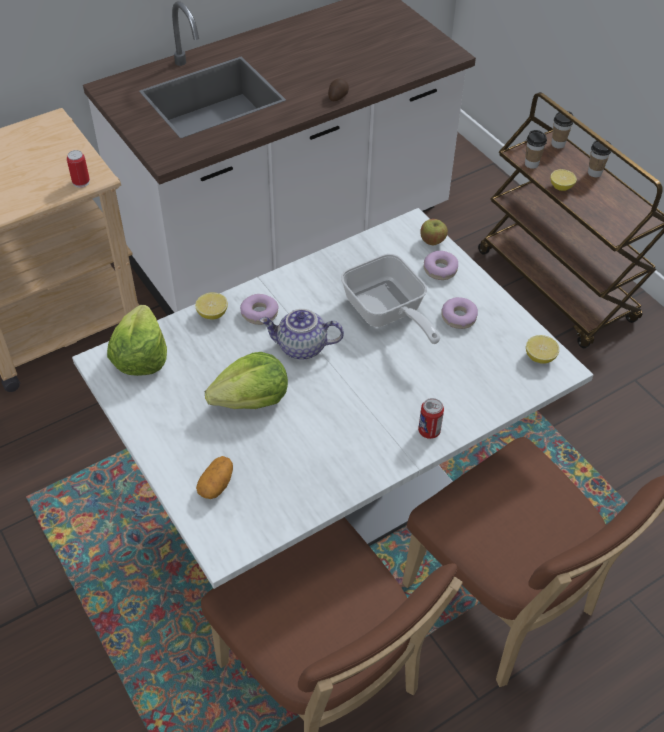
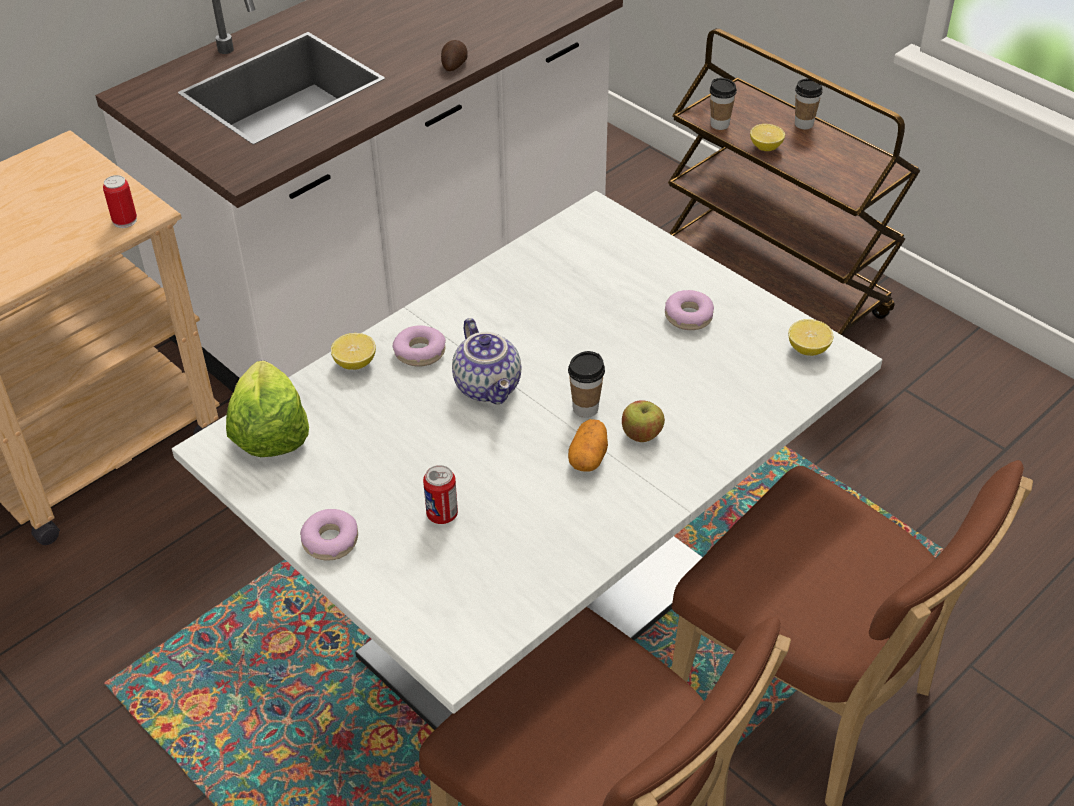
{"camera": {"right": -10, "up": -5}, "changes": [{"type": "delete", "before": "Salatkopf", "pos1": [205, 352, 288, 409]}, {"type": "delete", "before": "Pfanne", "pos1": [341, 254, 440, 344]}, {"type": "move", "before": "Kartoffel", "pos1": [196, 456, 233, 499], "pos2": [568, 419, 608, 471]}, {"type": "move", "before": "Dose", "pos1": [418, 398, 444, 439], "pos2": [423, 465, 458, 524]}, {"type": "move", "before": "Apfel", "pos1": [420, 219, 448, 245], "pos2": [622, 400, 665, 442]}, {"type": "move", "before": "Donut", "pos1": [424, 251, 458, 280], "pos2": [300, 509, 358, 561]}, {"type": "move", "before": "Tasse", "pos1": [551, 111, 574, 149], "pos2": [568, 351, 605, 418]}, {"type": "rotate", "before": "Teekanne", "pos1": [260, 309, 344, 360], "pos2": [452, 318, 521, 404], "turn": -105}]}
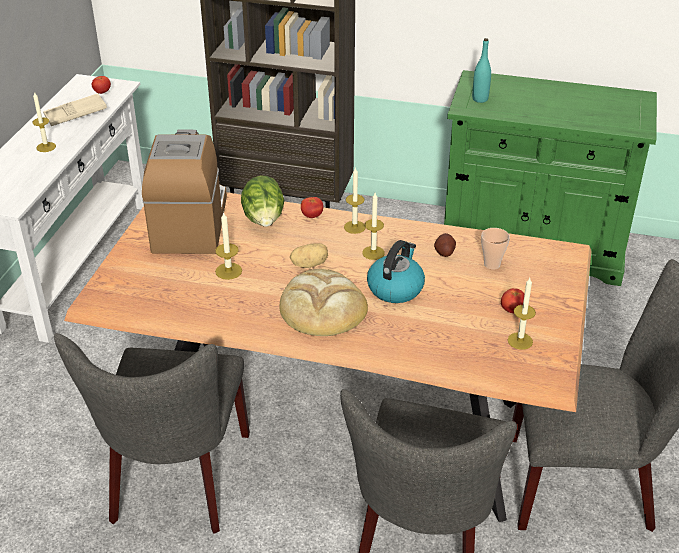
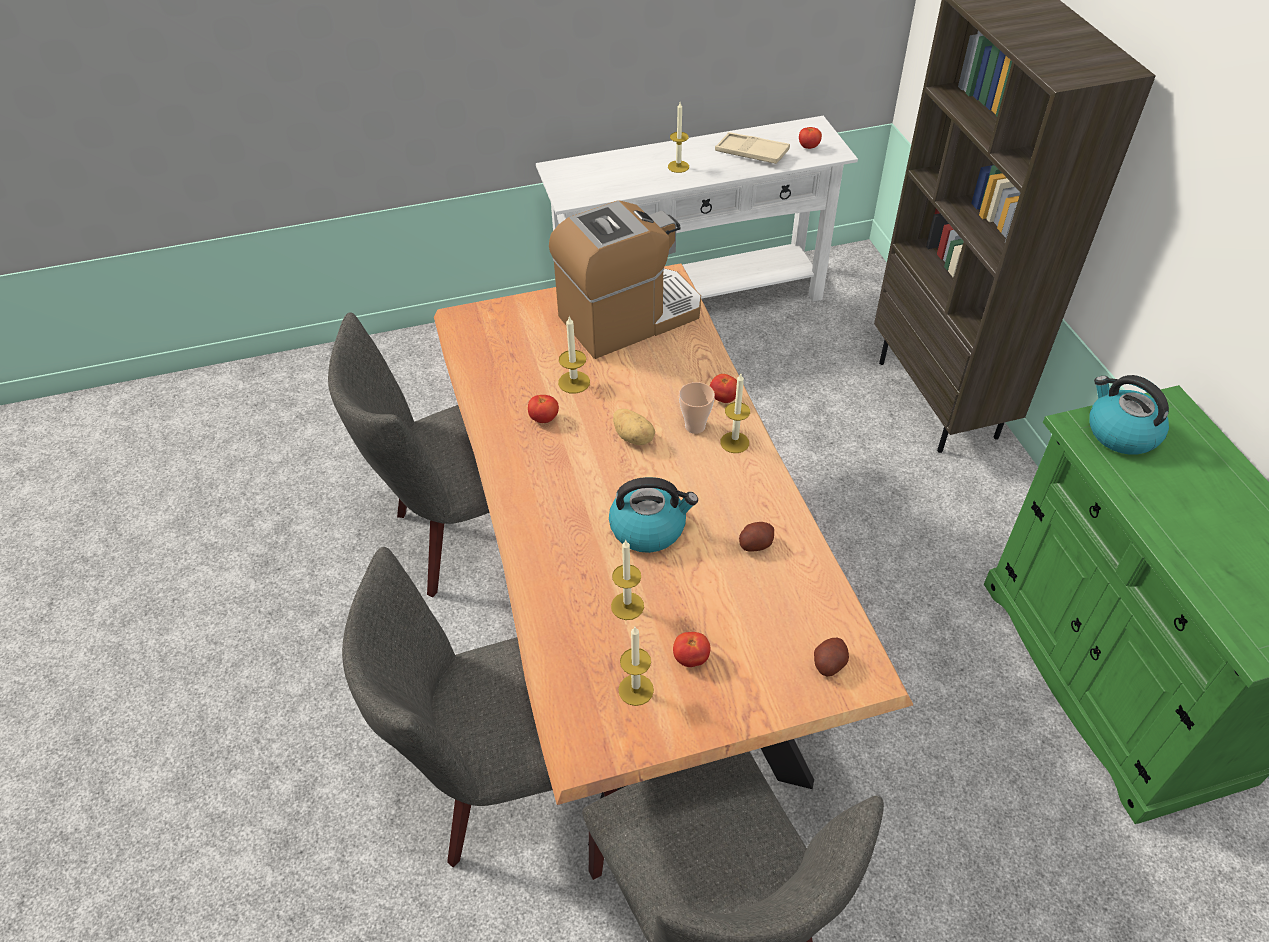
{"camera": {"right": 60, "up": 10}, "changes": [{"type": "delete", "before": "Salatkopf", "pos1": [241, 176, 284, 227]}, {"type": "delete", "before": "Brot", "pos1": [279, 269, 368, 336]}, {"type": "insert", "after": "Tomate", "pos2": [528, 395, 559, 423]}, {"type": "insert", "after": "Kartoffel", "pos2": [814, 638, 849, 676]}, {"type": "move", "before": "Kerze", "pos1": [362, 193, 385, 260], "pos2": [611, 540, 644, 620]}, {"type": "move", "before": "Tasse", "pos1": [481, 228, 510, 270], "pos2": [679, 382, 715, 434]}, {"type": "replace", "before": "Flasche (türkis)", "after": "Wasserkessel", "pos1": [472, 38, 491, 103], "pos2": [1090, 375, 1169, 455]}]}
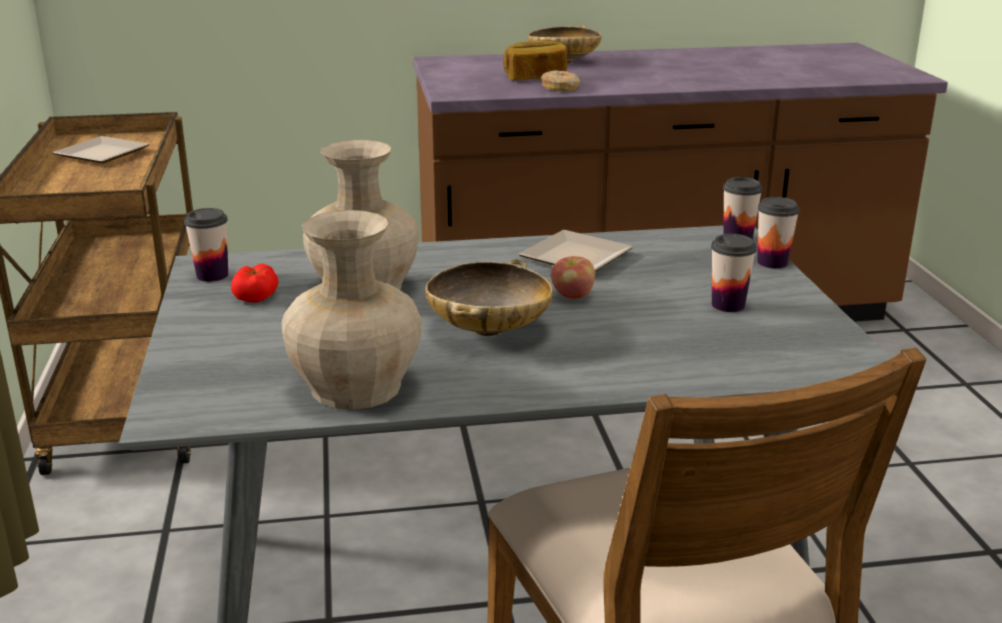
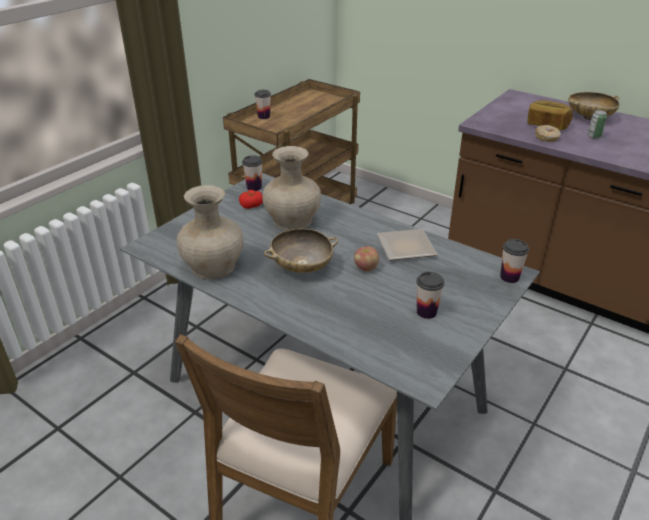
{"camera": {"right": 45, "up": 10}, "changes": [{"type": "delete", "before": "Teller", "pos1": [52, 136, 150, 163]}, {"type": "insert", "after": "Dose", "pos2": [588, 110, 607, 139]}, {"type": "move", "before": "Tasse", "pos1": [757, 197, 800, 268], "pos2": [255, 90, 271, 119]}]}
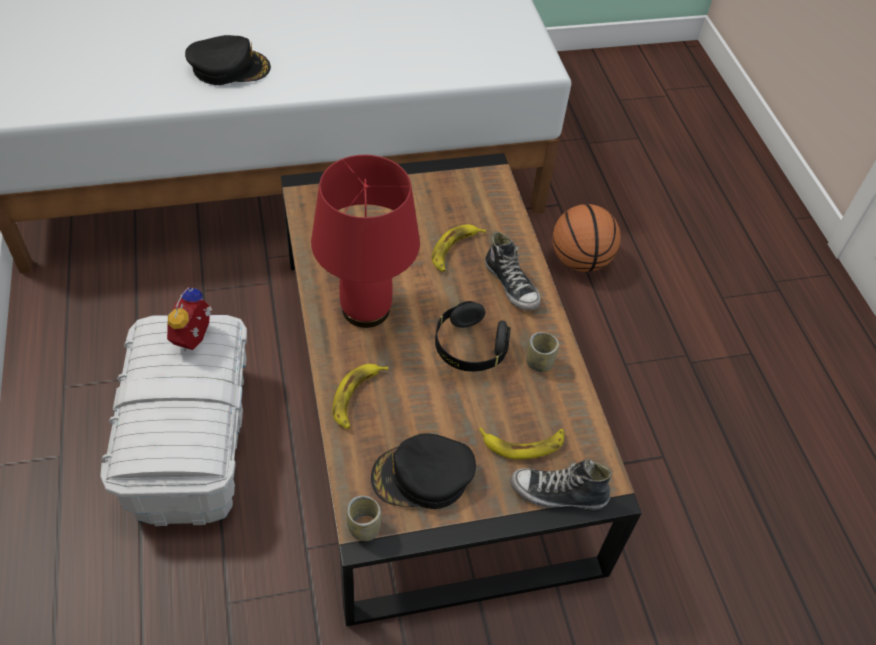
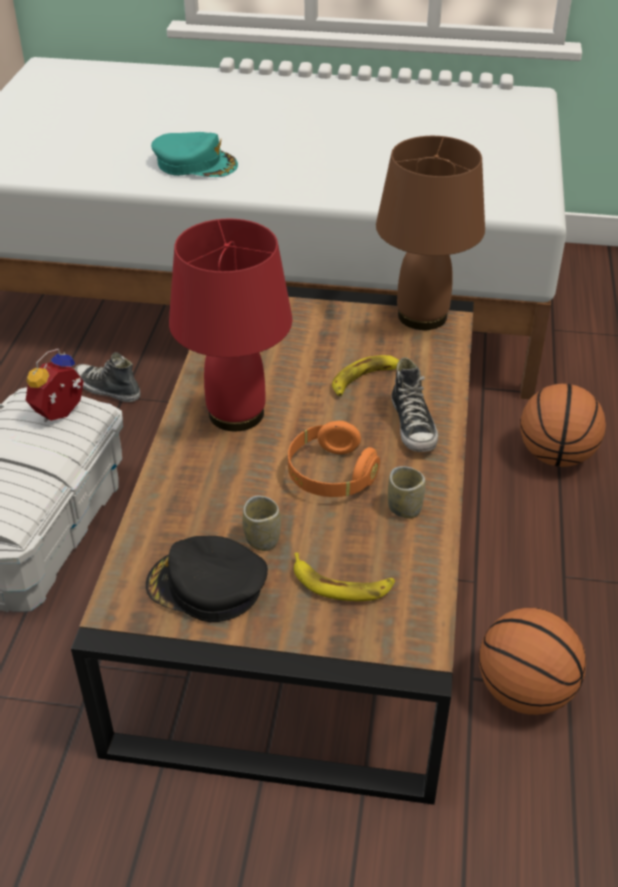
{"camera": {"right": 25, "up": -10}, "changes": [{"type": "delete", "before": "Banane", "pos1": [332, 364, 388, 429]}, {"type": "insert", "after": "Tischlampe (braun)", "pos2": [376, 136, 485, 330]}, {"type": "insert", "after": "Basketball", "pos2": [479, 607, 586, 715]}, {"type": "move", "before": "Tasse", "pos1": [347, 496, 382, 541], "pos2": [243, 495, 281, 551]}, {"type": "move", "before": "Schuh", "pos1": [510, 460, 612, 510], "pos2": [75, 352, 141, 402]}, {"type": "recolor", "before": "Kappe (schwarz)", "after": "Kappe (türkis)", "pos1": [185, 35, 271, 85], "pos2": [151, 132, 238, 177]}, {"type": "recolor", "before": "Kopfhörer (schwarz)", "after": "Kopfhörer (orange)", "pos1": [435, 301, 510, 372], "pos2": [288, 421, 380, 497]}]}
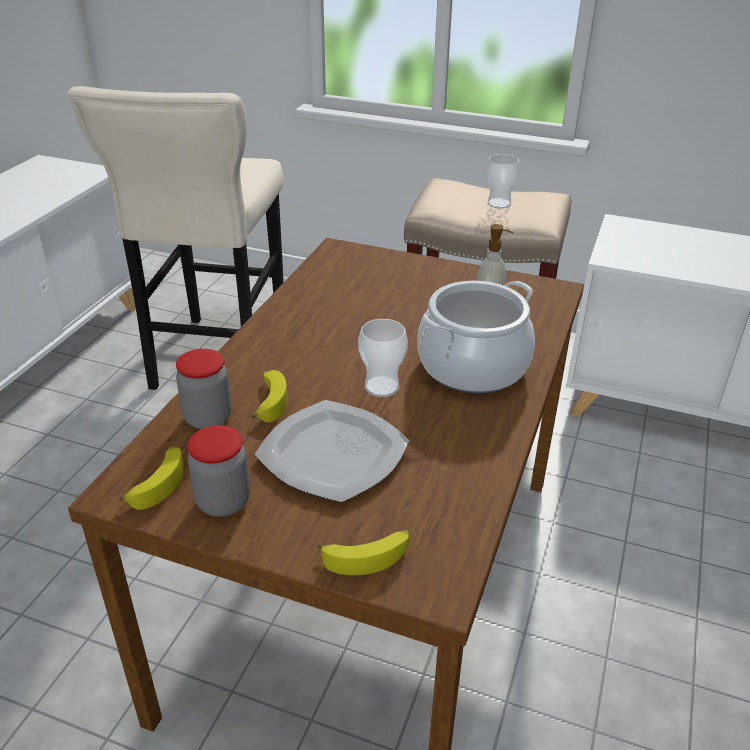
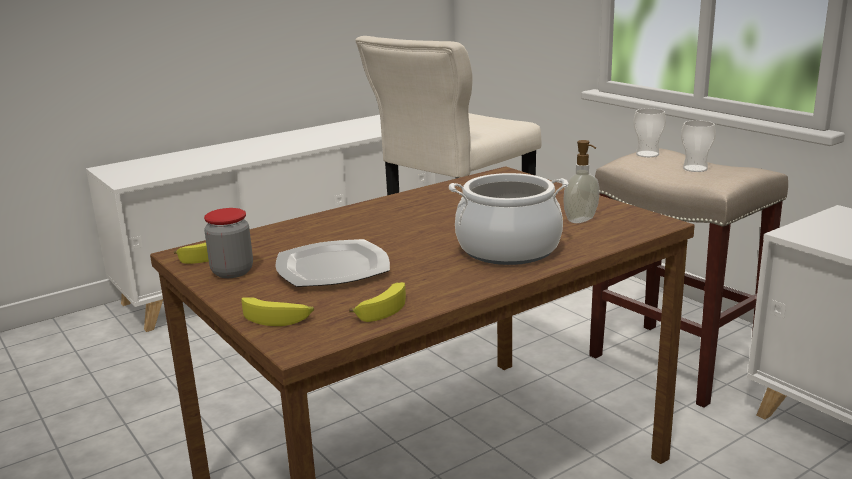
{"camera": {"right": 35, "up": -15}, "changes": [{"type": "delete", "before": "Vorratsglas", "pos1": [176, 349, 232, 429]}, {"type": "move", "before": "Banane", "pos1": [251, 370, 287, 423], "pos2": [349, 282, 406, 322]}, {"type": "move", "before": "Tasse", "pos1": [358, 319, 408, 397], "pos2": [633, 108, 666, 157]}]}
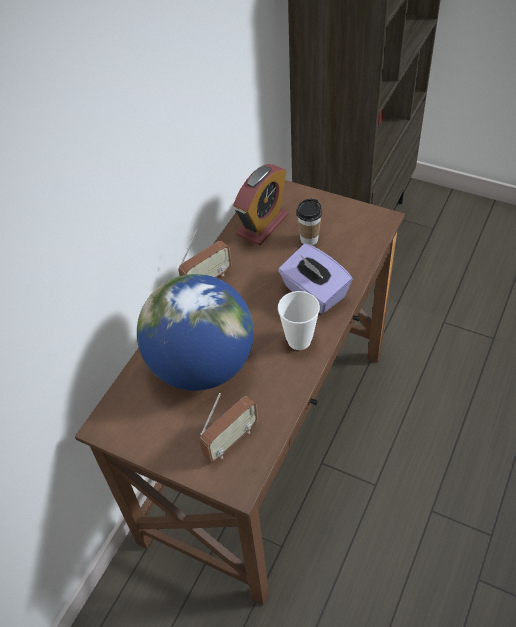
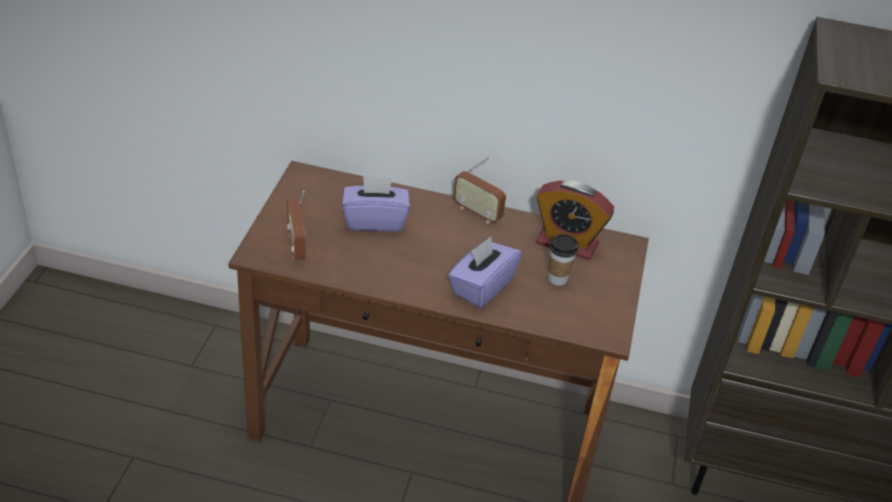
{"camera": {"right": 70, "up": -10}, "changes": [{"type": "delete", "before": "Tasse", "pos1": [278, 291, 320, 350]}, {"type": "replace", "before": "Globus", "after": "Taschentuchbox (lila)", "pos1": [137, 274, 254, 391], "pos2": [342, 175, 410, 232]}, {"type": "rotate", "before": "Radio", "pos1": [200, 393, 258, 463], "pos2": [287, 190, 306, 260], "turn": 45}]}
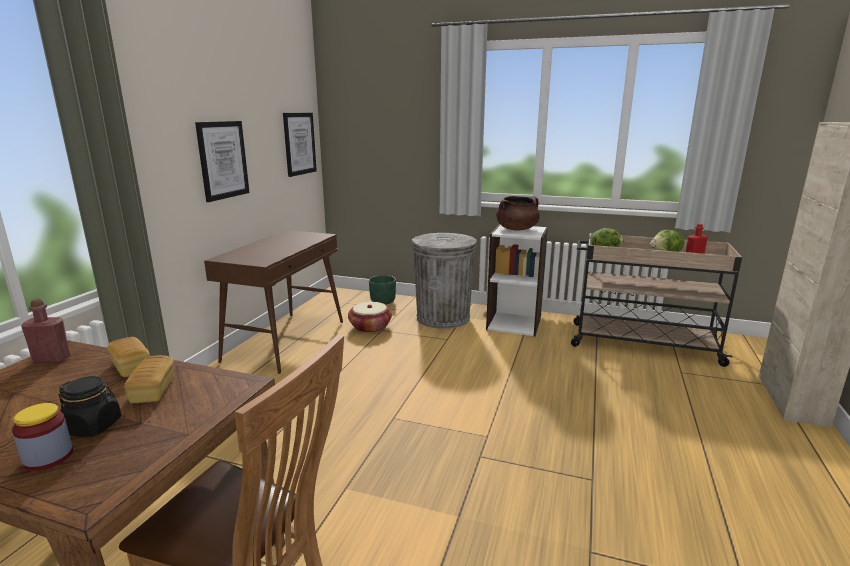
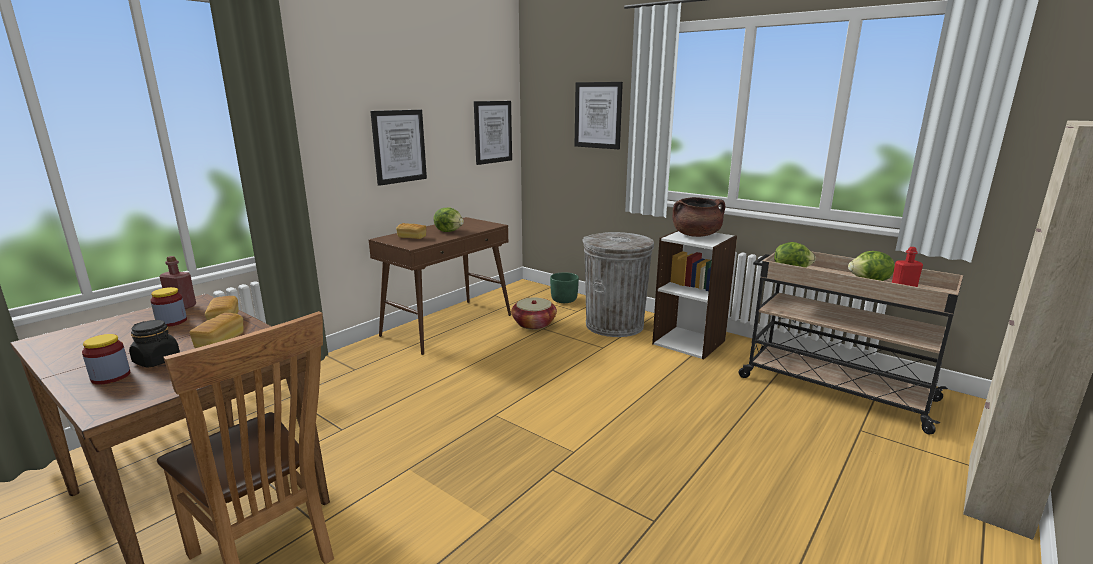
{"camera": {"right": 20, "up": 0}, "changes": [{"type": "insert", "after": "Vorratsglas", "pos2": [150, 287, 187, 327]}, {"type": "insert", "after": "Brot", "pos2": [396, 223, 426, 239]}, {"type": "insert", "after": "Salatkopf", "pos2": [434, 207, 464, 232]}, {"type": "insert", "after": "Bild", "pos2": [575, 82, 623, 149]}]}
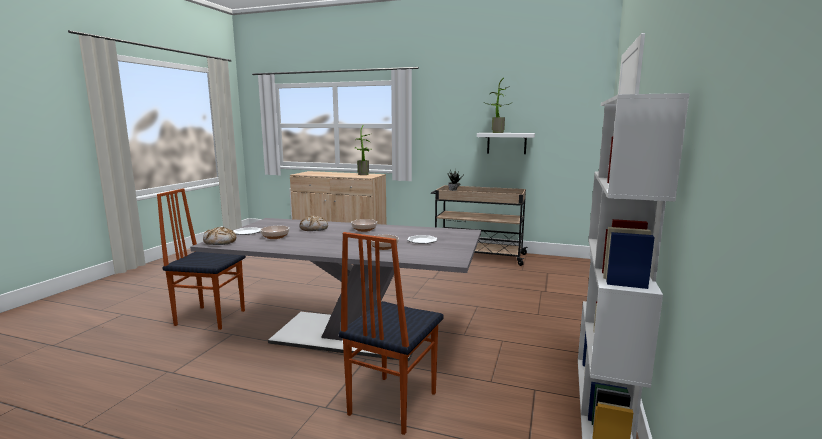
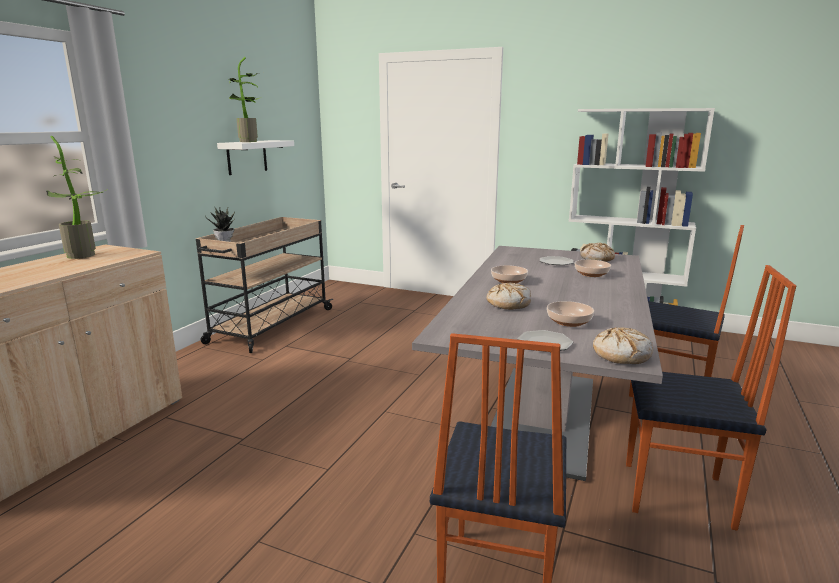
{"camera": {"right": -85, "up": 5}, "changes": [{"type": "insert", "after": "Brot", "pos2": [580, 243, 615, 262]}, {"type": "insert", "after": "Stuhl", "pos2": [626, 265, 796, 531]}]}
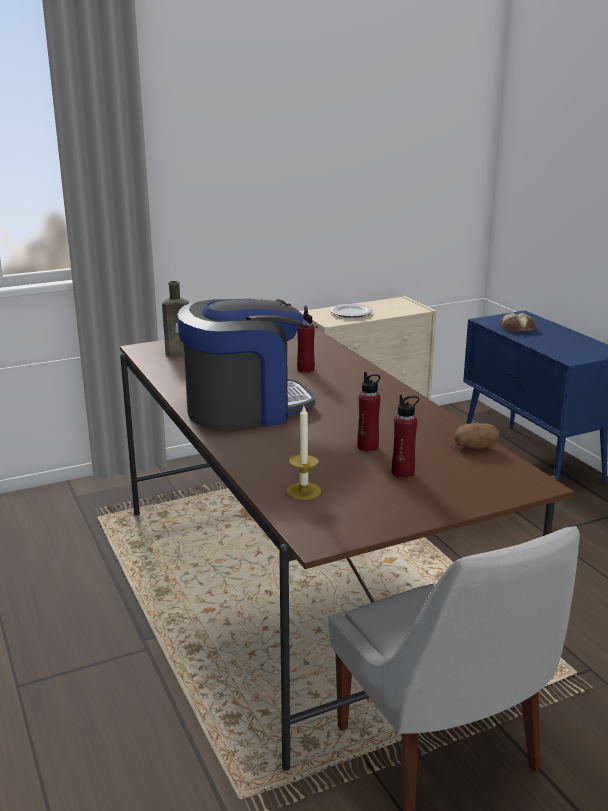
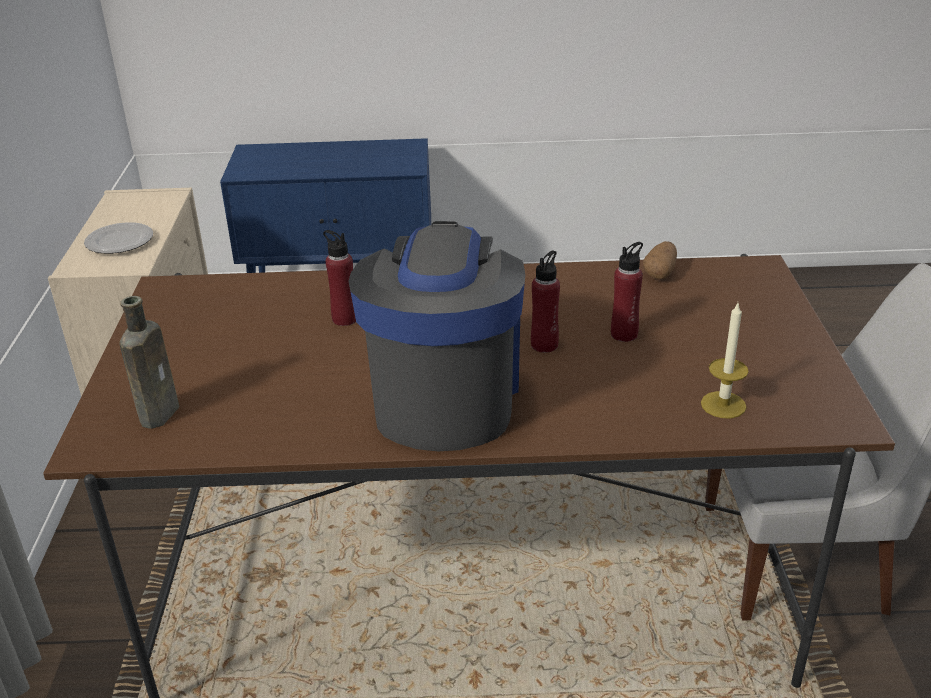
{"camera": {"right": -65, "up": 10}, "changes": [{"type": "delete", "before": "Brot", "pos1": [500, 313, 536, 332]}, {"type": "move", "before": "Flasche (rot)", "pos1": [392, 394, 419, 478], "pos2": [531, 250, 560, 353]}]}
